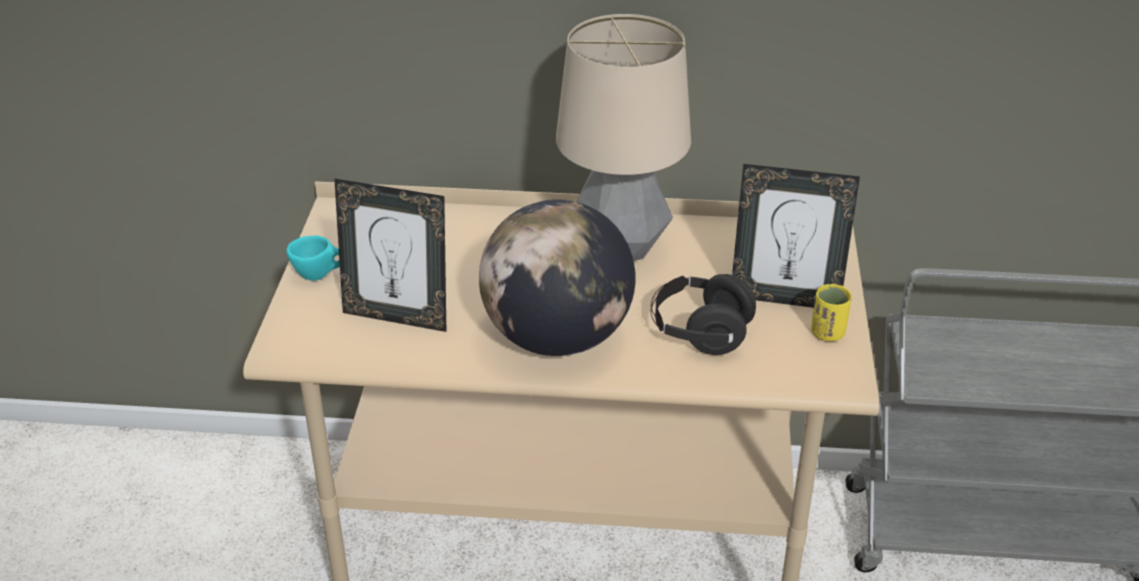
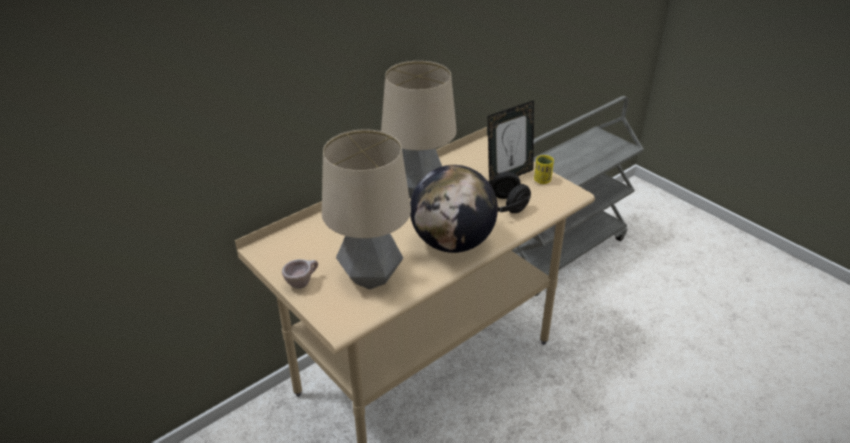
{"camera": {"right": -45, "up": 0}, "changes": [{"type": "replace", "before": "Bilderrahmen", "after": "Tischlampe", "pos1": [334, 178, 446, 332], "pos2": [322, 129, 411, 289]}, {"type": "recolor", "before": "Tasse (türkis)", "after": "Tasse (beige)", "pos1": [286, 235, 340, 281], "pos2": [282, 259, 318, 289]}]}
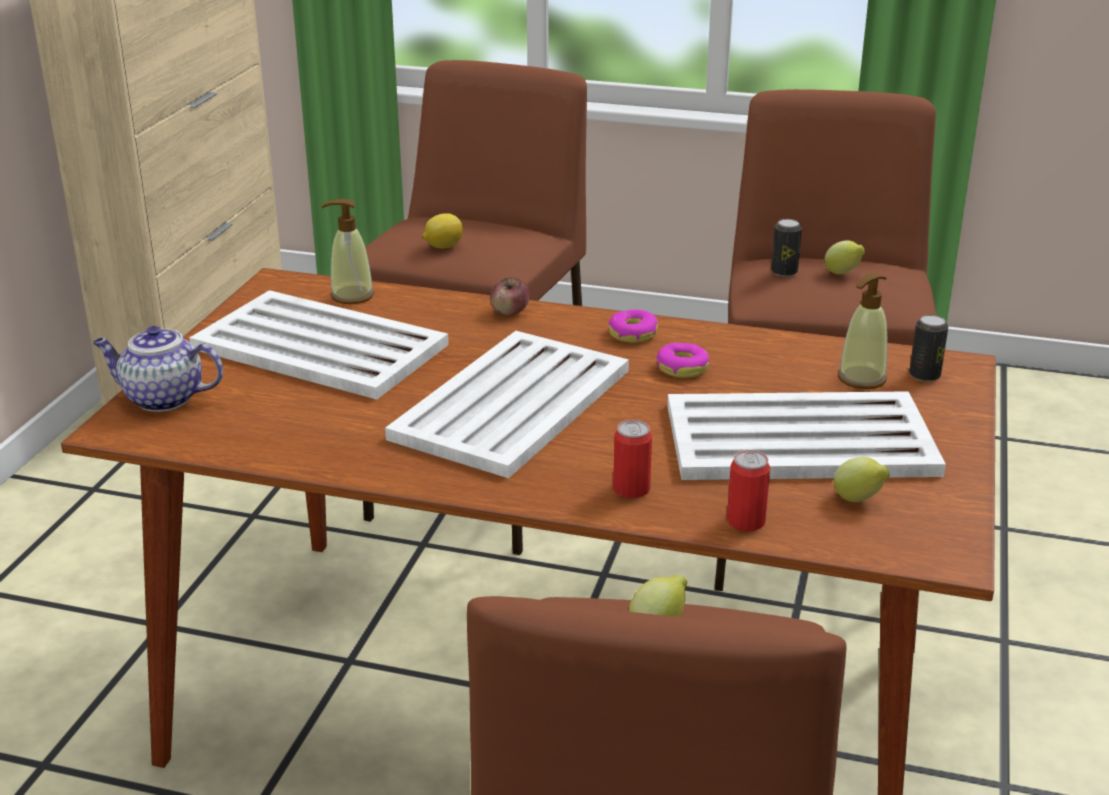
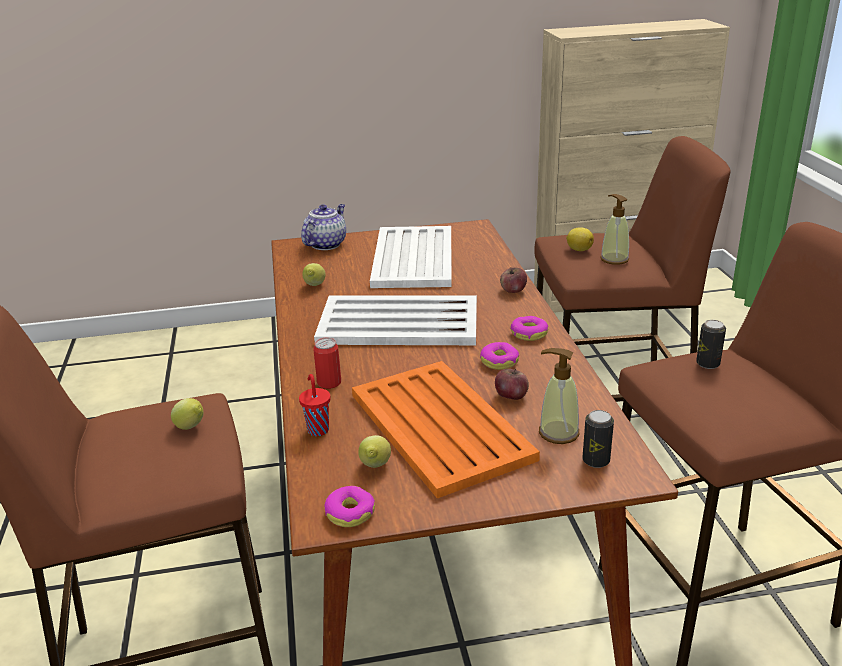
{"camera": {"right": 65, "up": 0}, "changes": [{"type": "insert", "after": "Donut", "pos2": [324, 486, 375, 527]}, {"type": "insert", "after": "Apfel", "pos2": [495, 369, 529, 400]}, {"type": "move", "before": "Seifenspender", "pos1": [321, 199, 374, 304], "pos2": [600, 194, 629, 265]}, {"type": "move", "before": "Zitrone", "pos1": [825, 240, 865, 275], "pos2": [302, 263, 325, 286]}, {"type": "replace", "before": "Dose", "after": "Tasse (rot)", "pos1": [727, 450, 770, 532], "pos2": [299, 374, 330, 436]}, {"type": "recolor", "before": "Tablett (weiß)", "after": "Tablett (orange)", "pos1": [667, 391, 946, 480], "pos2": [352, 361, 540, 498]}, {"type": "rotate", "before": "Teekanne", "pos1": [93, 326, 223, 412], "pos2": [301, 204, 346, 250], "turn": 45}]}
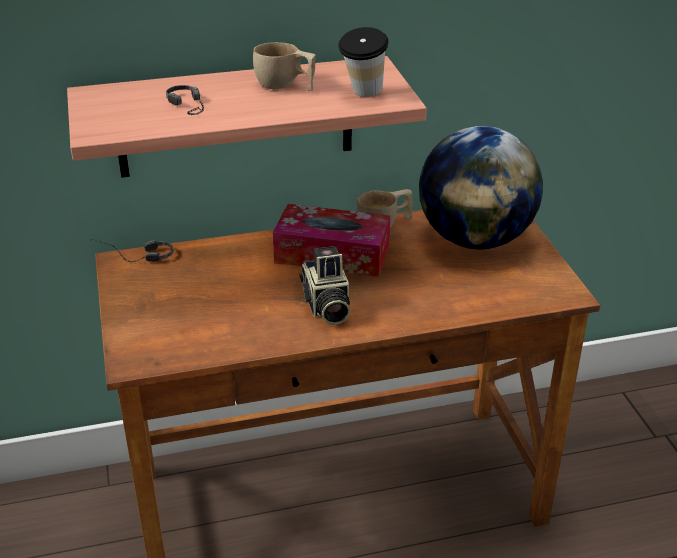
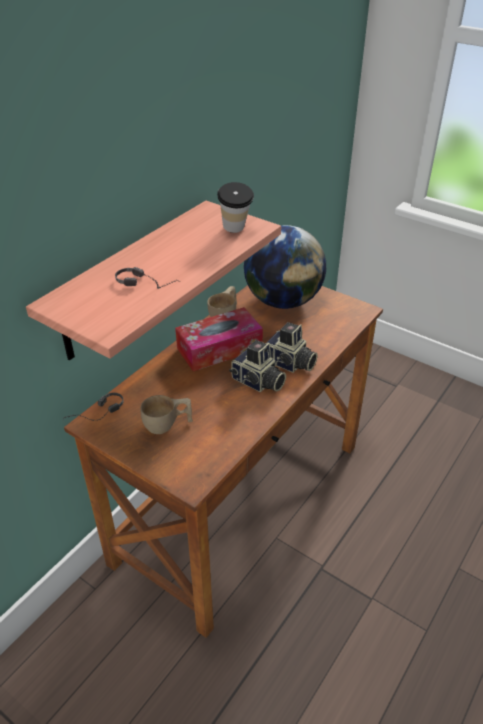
{"camera": {"right": -40, "up": 5}, "changes": [{"type": "insert", "after": "Kamera", "pos2": [266, 322, 318, 373]}, {"type": "move", "before": "Tasse (beige)", "pos1": [253, 42, 316, 91], "pos2": [140, 395, 193, 434]}]}
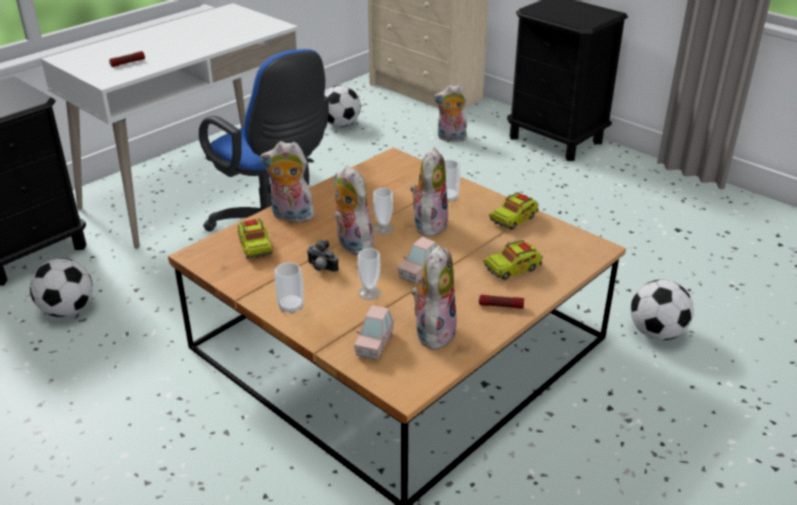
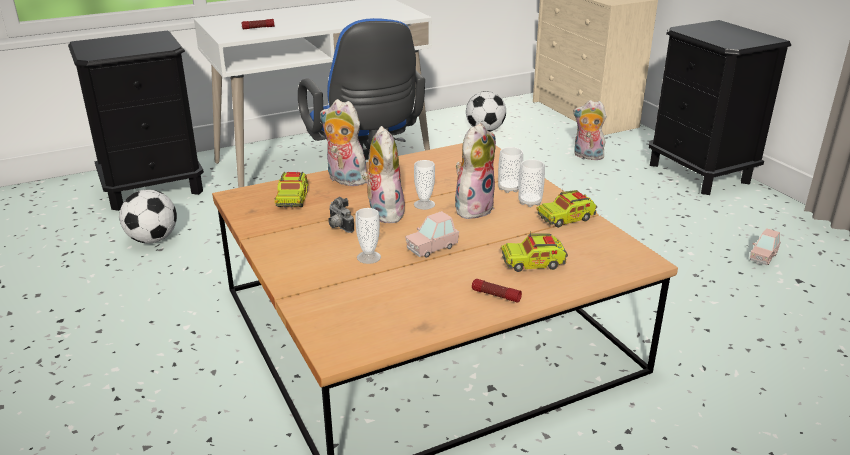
{"camera": {"right": 20, "up": -5}, "changes": [{"type": "delete", "before": "Plüschtier", "pos1": [411, 245, 457, 350]}, {"type": "delete", "before": "Fußball", "pos1": [631, 280, 694, 340]}, {"type": "move", "before": "Tasse", "pos1": [275, 262, 304, 314], "pos2": [518, 159, 545, 207]}, {"type": "move", "before": "Spielzeugauto (rosa)", "pos1": [354, 305, 394, 360], "pos2": [750, 228, 781, 265]}]}
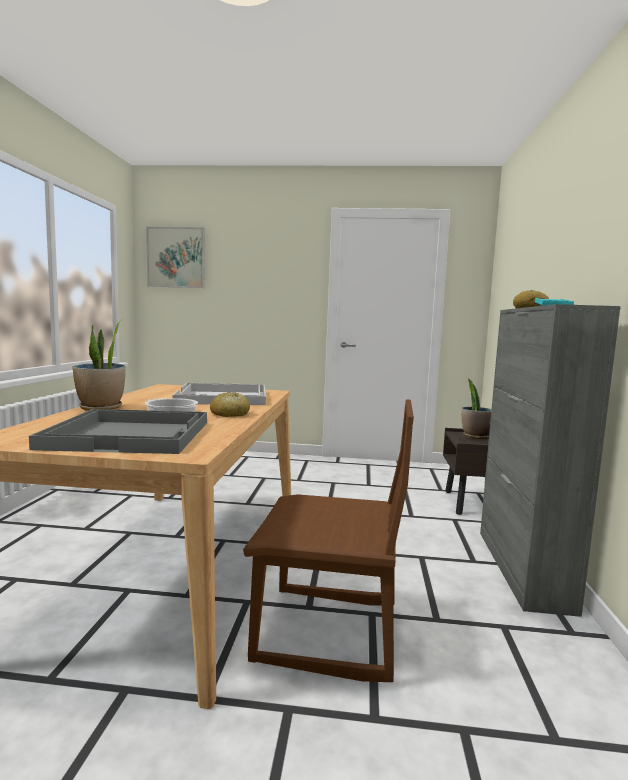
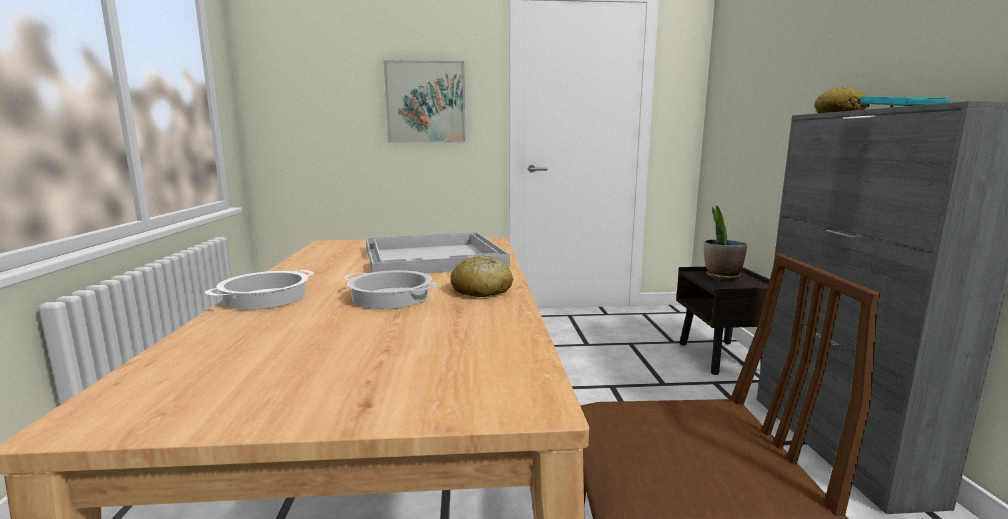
{"camera": {"right": -10, "up": 5}, "changes": [{"type": "delete", "before": "Tablett (grau)", "pos1": [29, 409, 207, 454]}, {"type": "move", "before": "Bild", "pos1": [146, 227, 205, 288], "pos2": [383, 60, 466, 142]}, {"type": "replace", "before": "Topfpflanze", "after": "Kochtopf", "pos1": [72, 320, 125, 411], "pos2": [205, 270, 314, 310]}]}
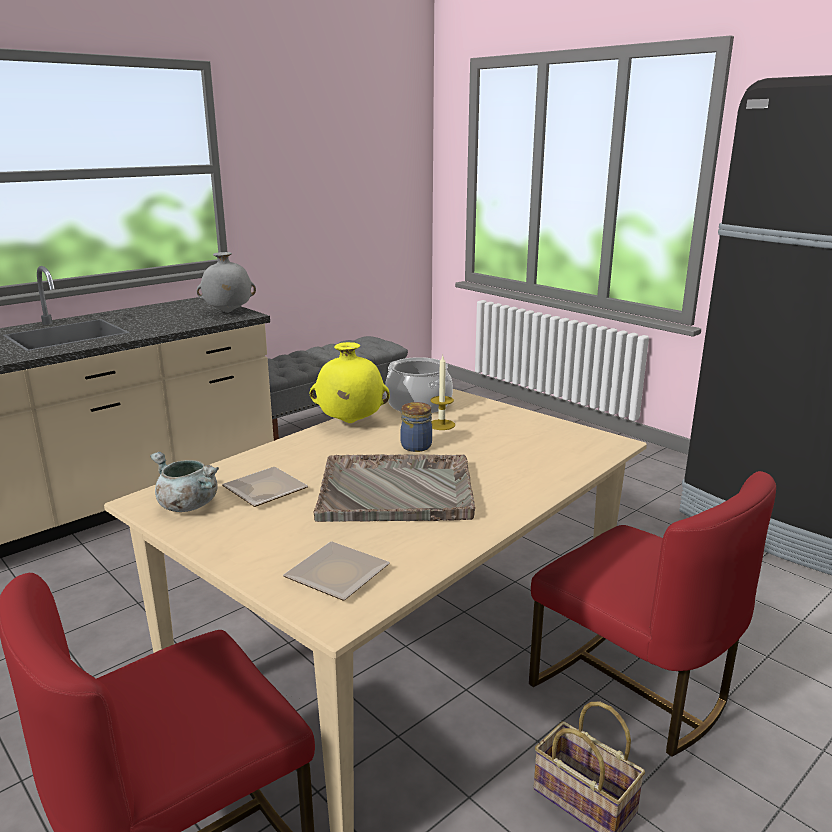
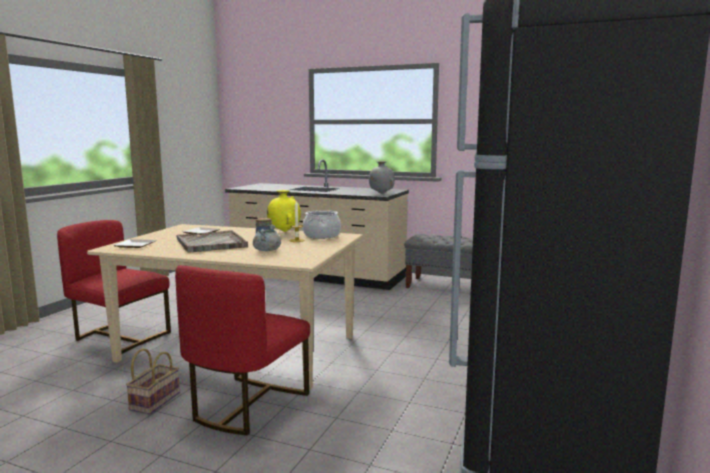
{"camera": {"right": 65, "up": -10}, "changes": [{"type": "move", "before": "Kochtopf (grau)", "pos1": [150, 452, 219, 512], "pos2": [253, 225, 281, 251]}]}
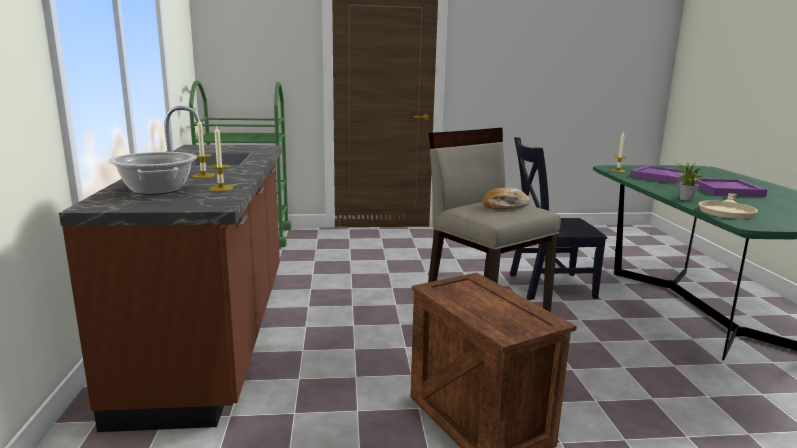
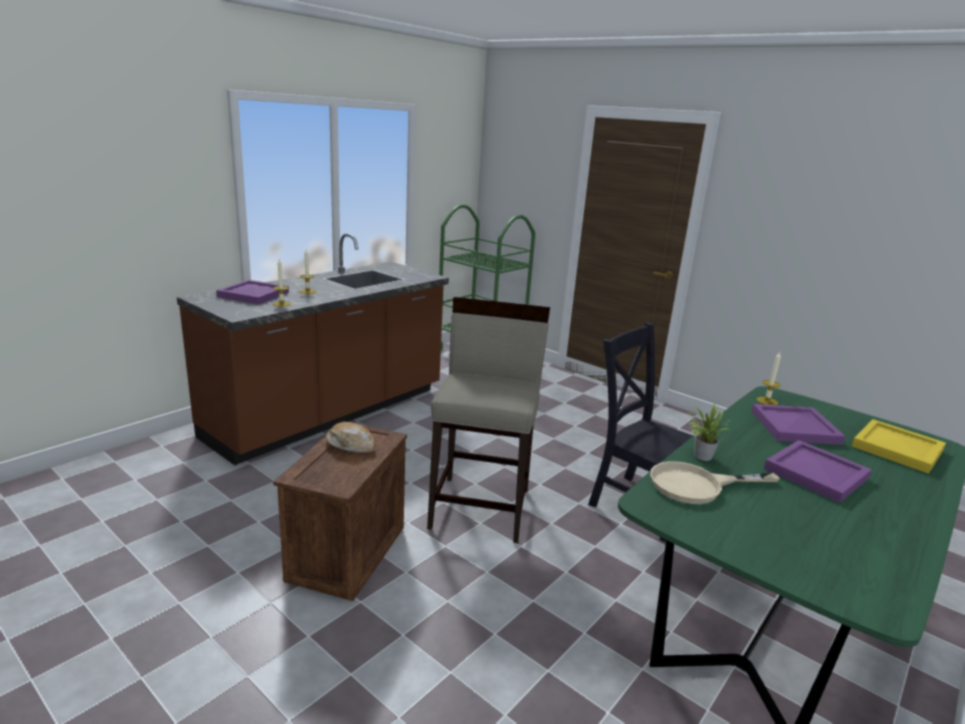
{"camera": {"right": 45, "up": 5}, "changes": [{"type": "insert", "after": "Tablett (gelb)", "pos2": [852, 419, 946, 474]}, {"type": "move", "before": "Brot", "pos1": [483, 188, 530, 209], "pos2": [326, 422, 375, 453]}, {"type": "replace", "before": "Kochtopf", "after": "Tablett (lila)", "pos1": [108, 152, 197, 195], "pos2": [216, 280, 289, 304]}]}
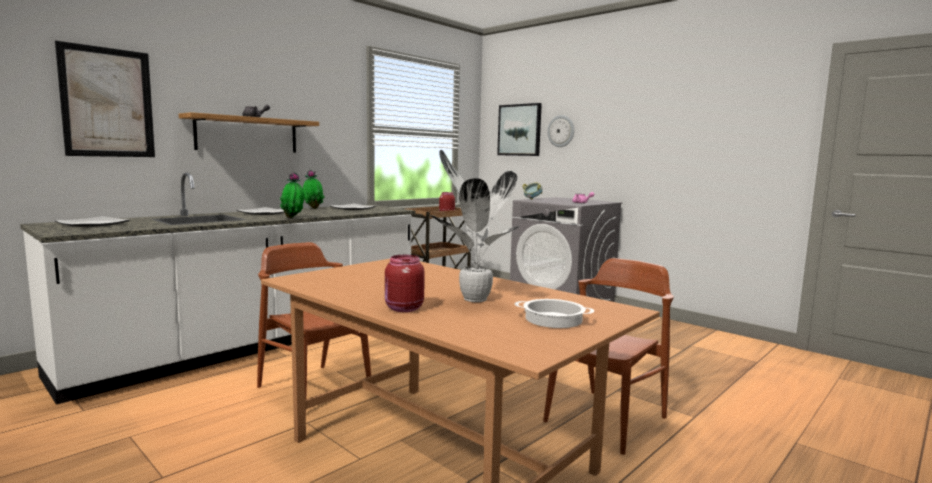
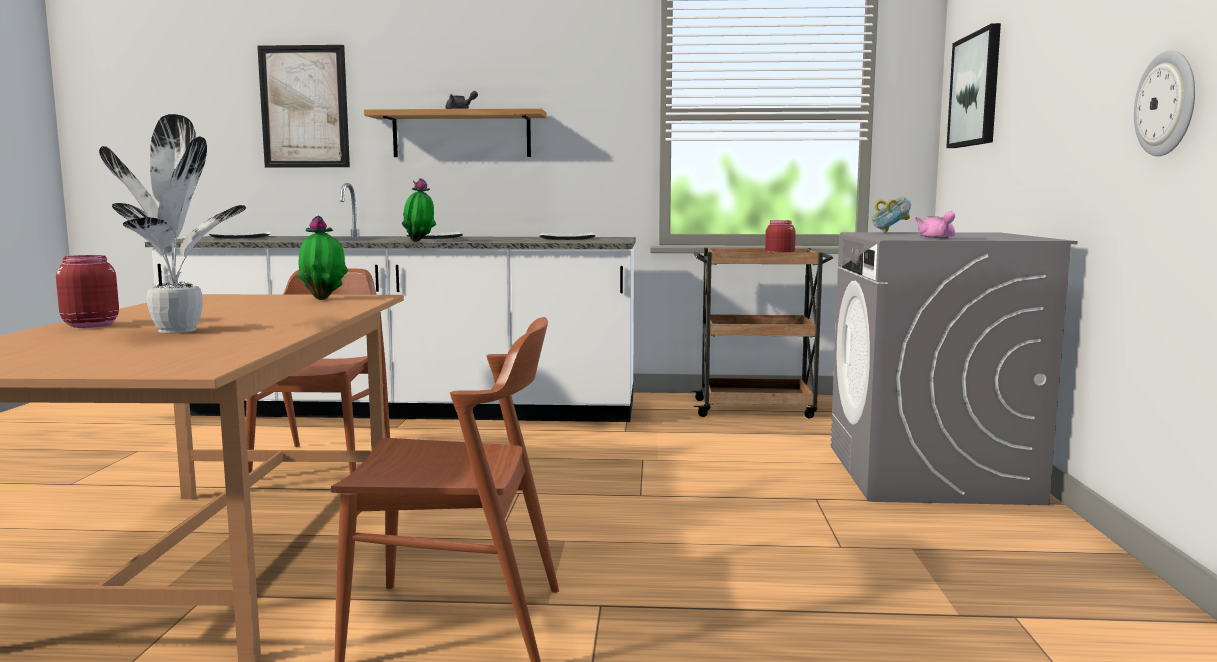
{"camera": {"right": 50, "up": 0}, "changes": [{"type": "delete", "before": "Kochtopf", "pos1": [514, 299, 594, 328]}, {"type": "move", "before": "Topfpflanze", "pos1": [303, 170, 324, 209], "pos2": [298, 216, 348, 300]}, {"type": "move", "before": "Wanduhr", "pos1": [547, 115, 574, 147], "pos2": [1134, 50, 1195, 156]}]}
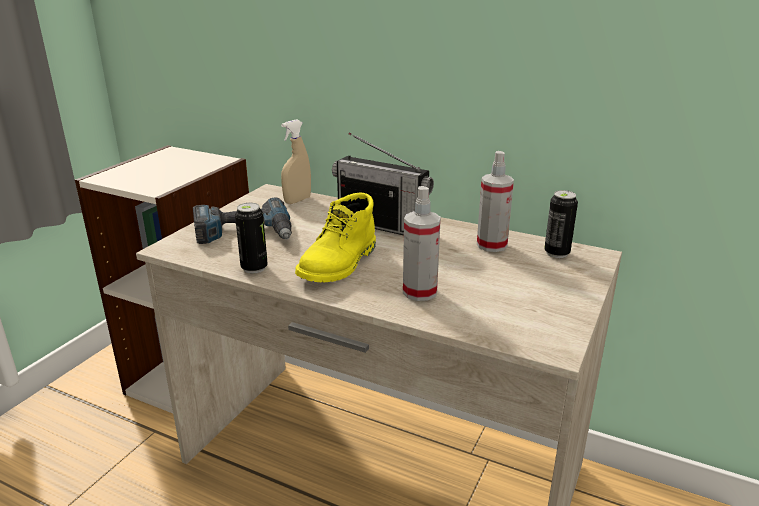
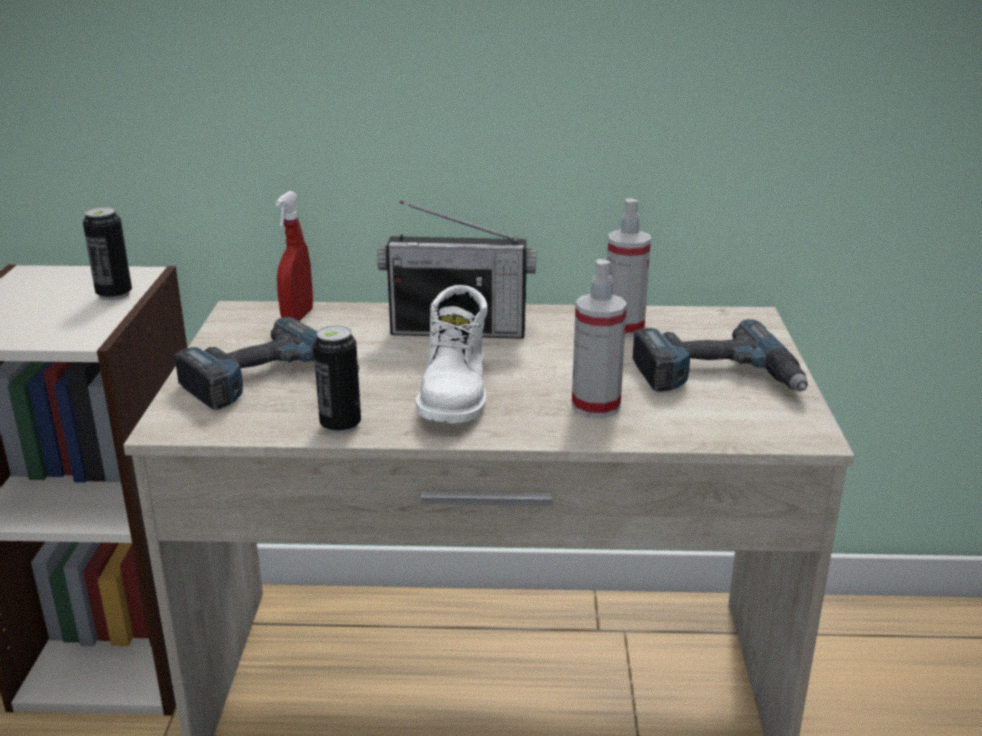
{"camera": {"right": -25, "up": 0}, "changes": [{"type": "insert", "after": "Bohrmaschine", "pos2": [633, 319, 808, 392]}, {"type": "move", "before": "Dose", "pos1": [544, 190, 578, 258], "pos2": [83, 207, 132, 300]}, {"type": "recolor", "before": "Sprühflasche (beige)", "after": "Sprühflasche (rot)", "pos1": [281, 119, 311, 204], "pos2": [275, 191, 313, 321]}, {"type": "recolor", "before": "Stiefel (gelb)", "after": "Stiefel (weiß)", "pos1": [295, 193, 376, 282], "pos2": [416, 285, 487, 423]}]}
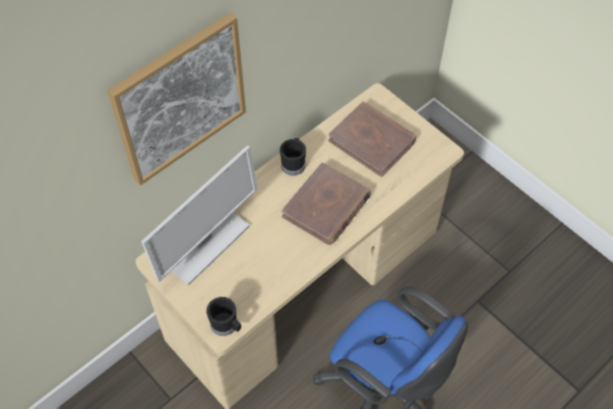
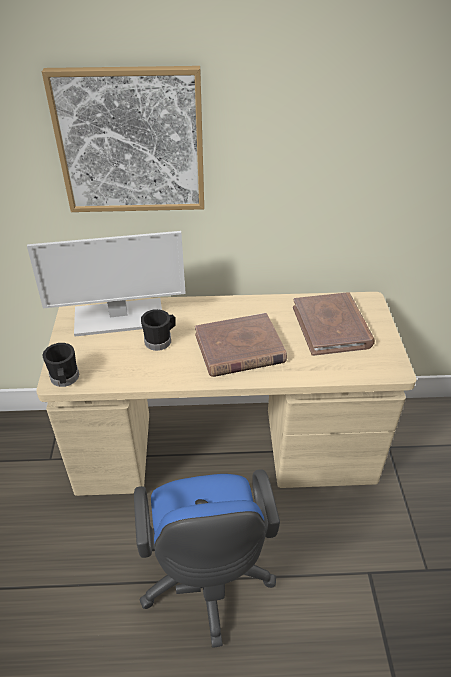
{"camera": {"right": 40, "up": -15}, "changes": [{"type": "move", "before": "Henkelbecher (schwarz)", "pos1": [280, 138, 306, 176], "pos2": [141, 309, 176, 351]}]}
